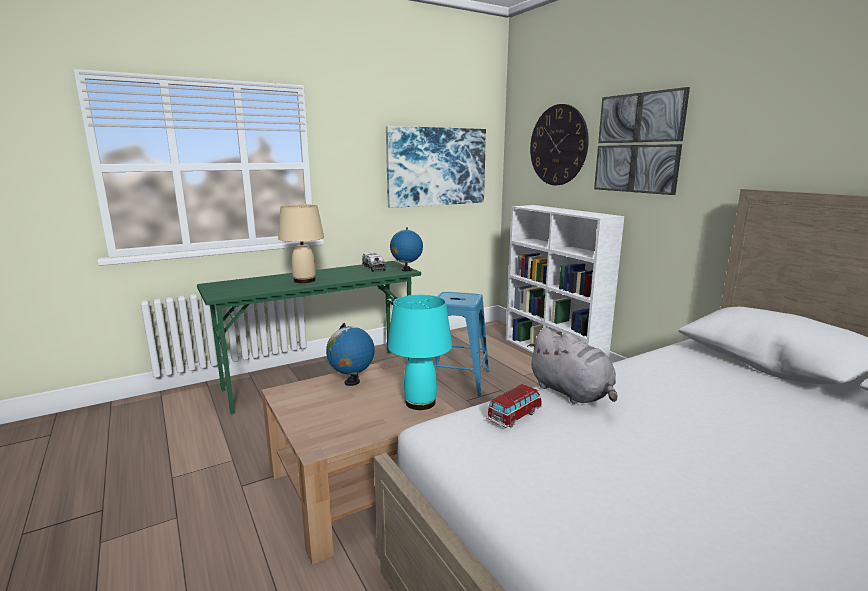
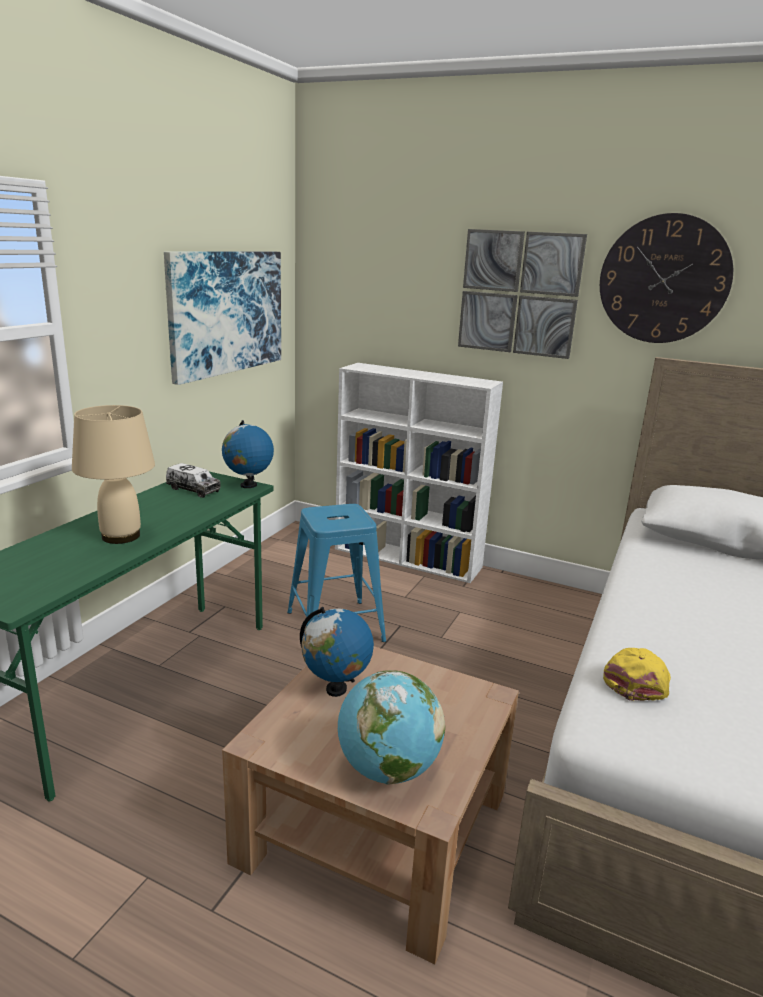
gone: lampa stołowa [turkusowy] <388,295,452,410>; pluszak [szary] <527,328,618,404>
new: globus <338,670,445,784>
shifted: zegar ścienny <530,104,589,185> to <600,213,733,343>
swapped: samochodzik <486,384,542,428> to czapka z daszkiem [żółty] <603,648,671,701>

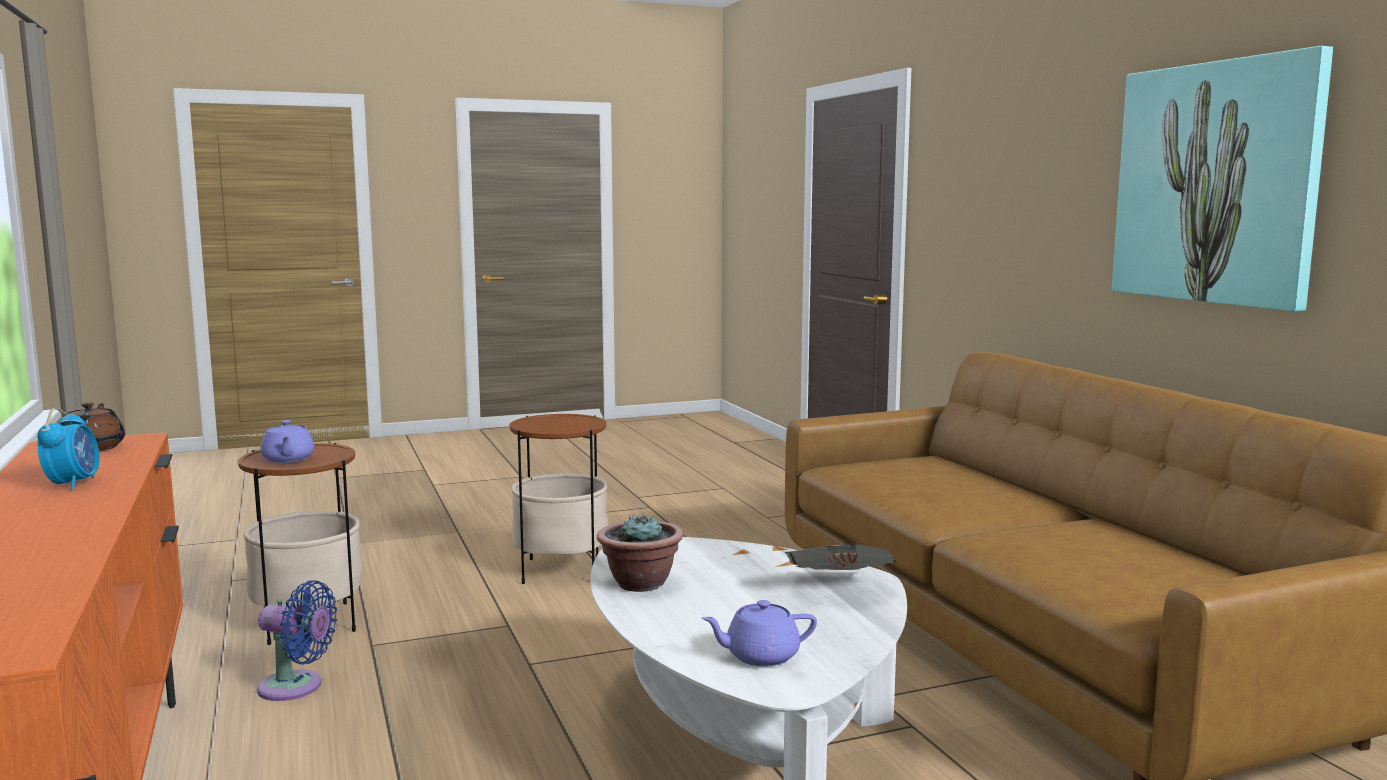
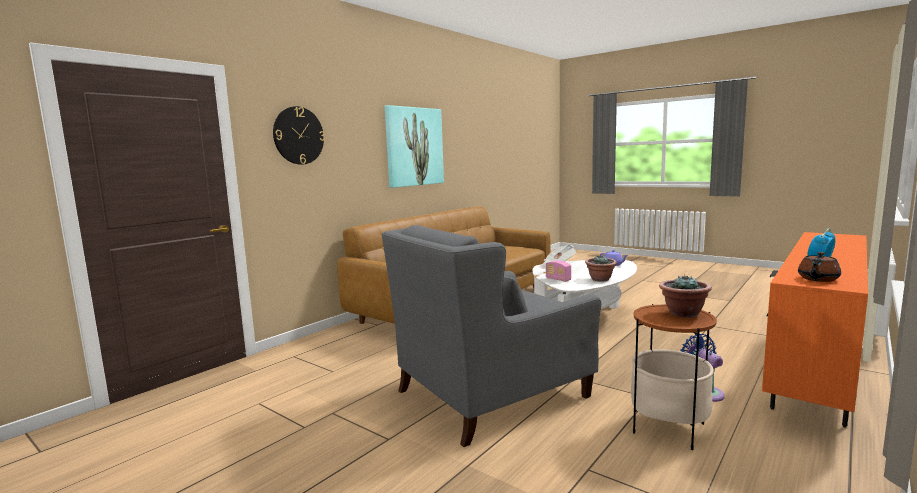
new: zegar ścienny <273,106,325,165>; radio <546,260,571,282>
swapped: imbryk [fioletowy] <260,420,314,463> to roślina doniczkowa <659,274,712,317>; stolik <509,414,609,584> to fotel [szary] <382,225,601,447>

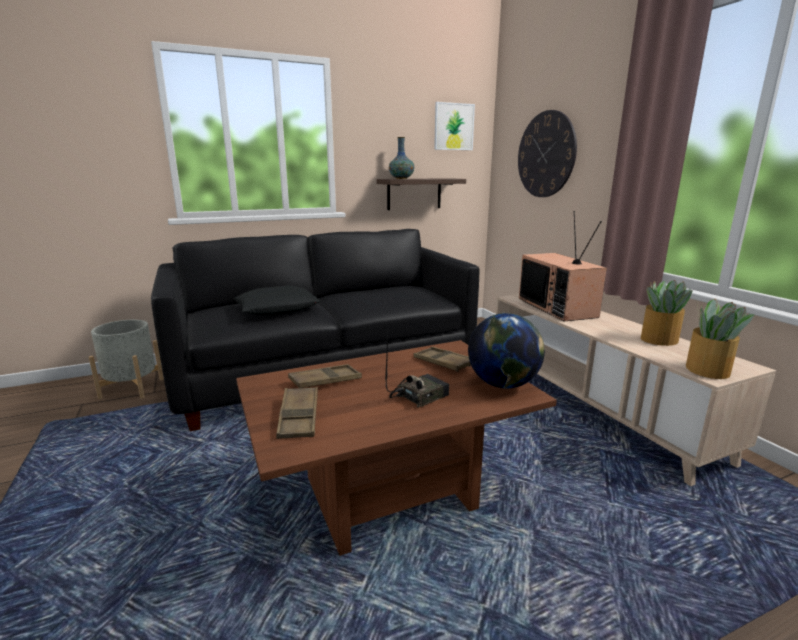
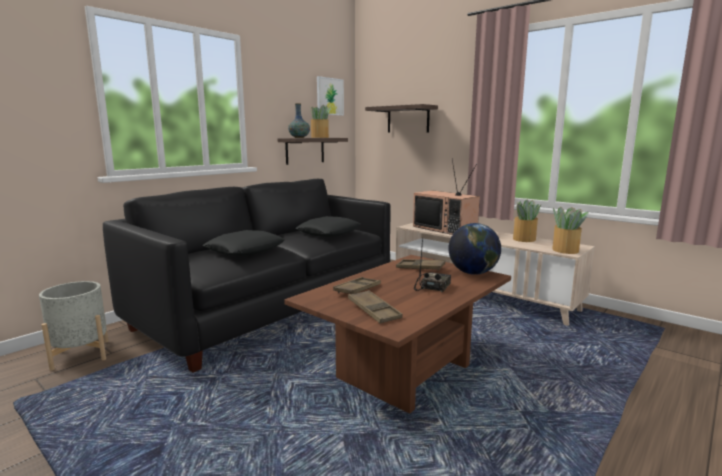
new: poduszka [czarny] <295,216,361,237>; roślina doniczkowa <309,105,331,138>
swapped: zegar ścienny <518,110,577,197> to półka <365,104,438,133>

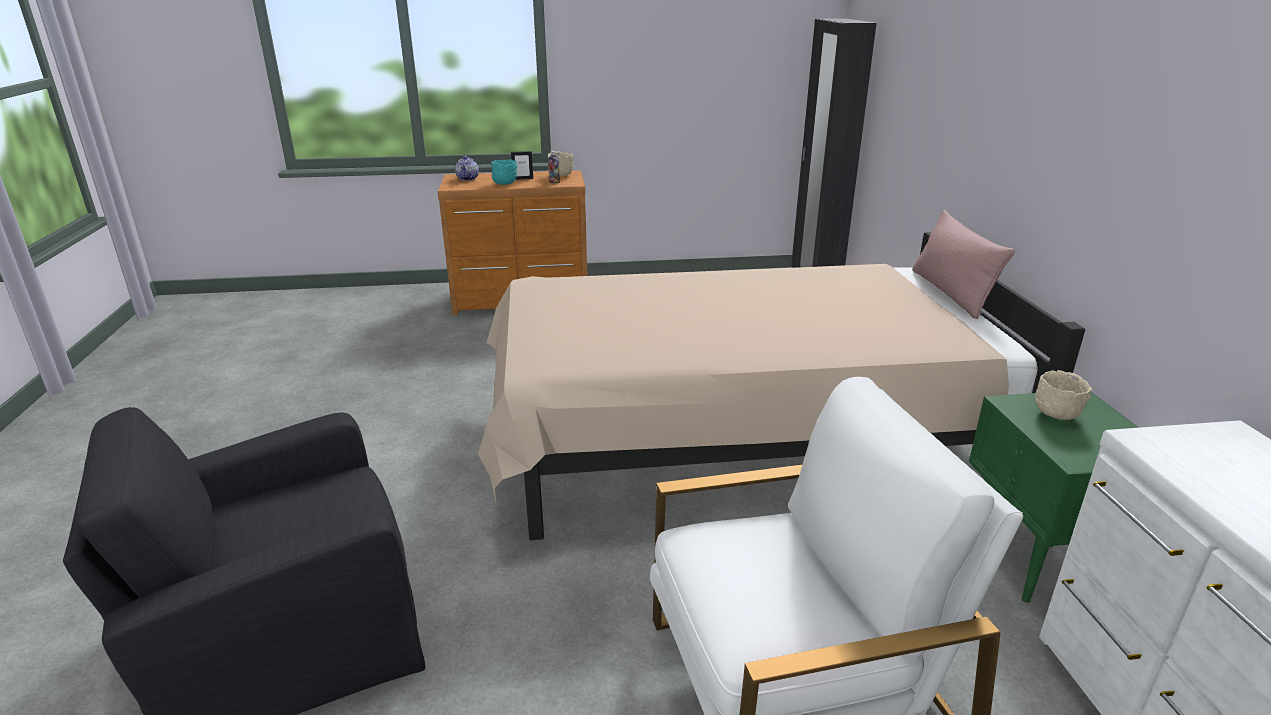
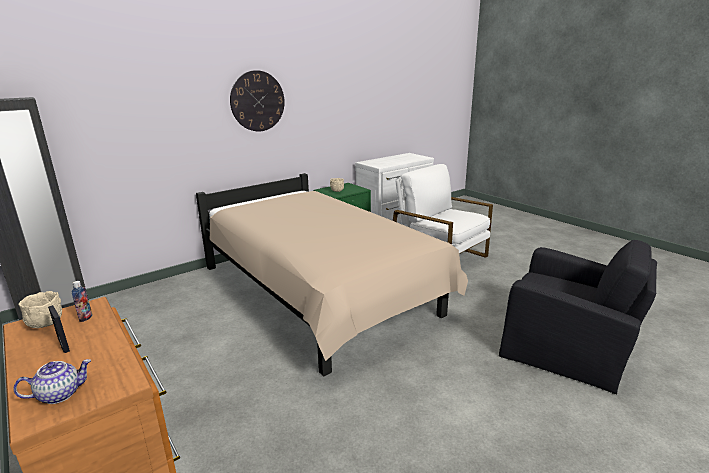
gone: miska [turkusowy] <491,159,517,185>; poduszka [różowy] <912,210,1015,319>
new: zegar ścienny <230,70,285,131>

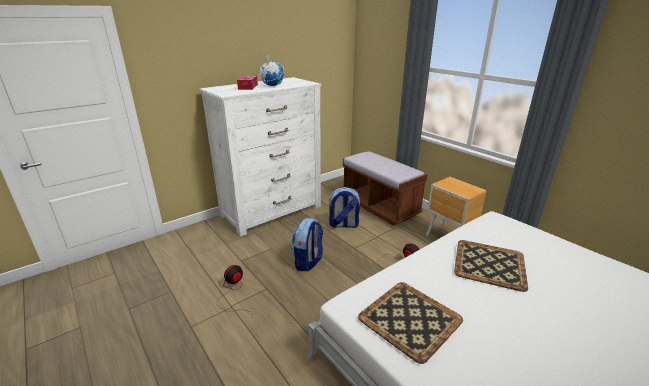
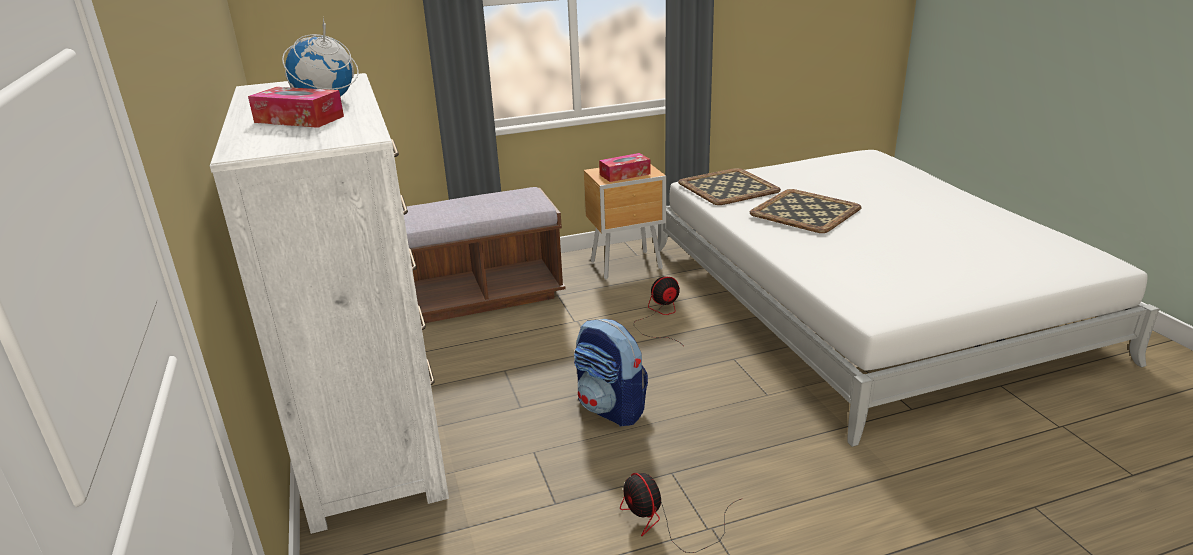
gone: plecak <329,187,360,228>
new: pudełko chusteczek <599,153,651,182>
shifted: taca <358,282,463,364> to <678,168,781,205>

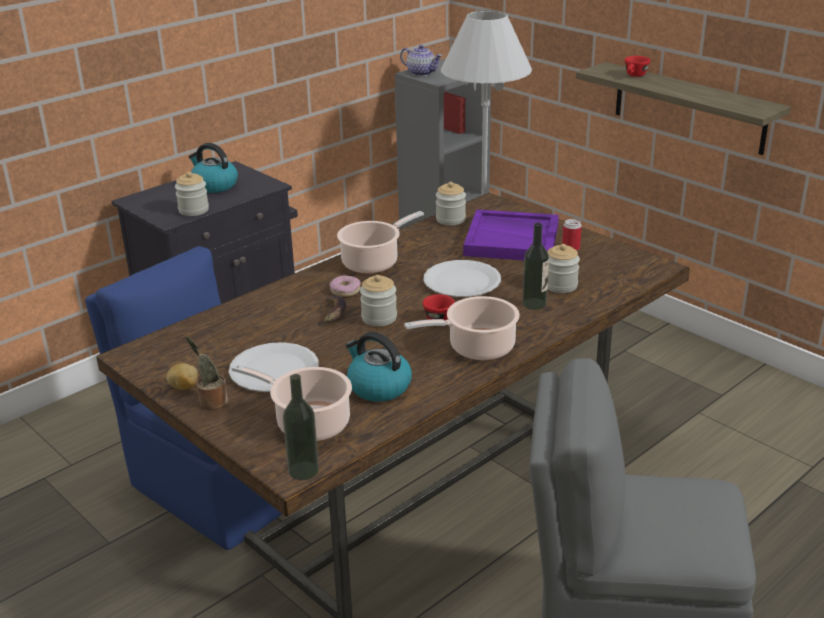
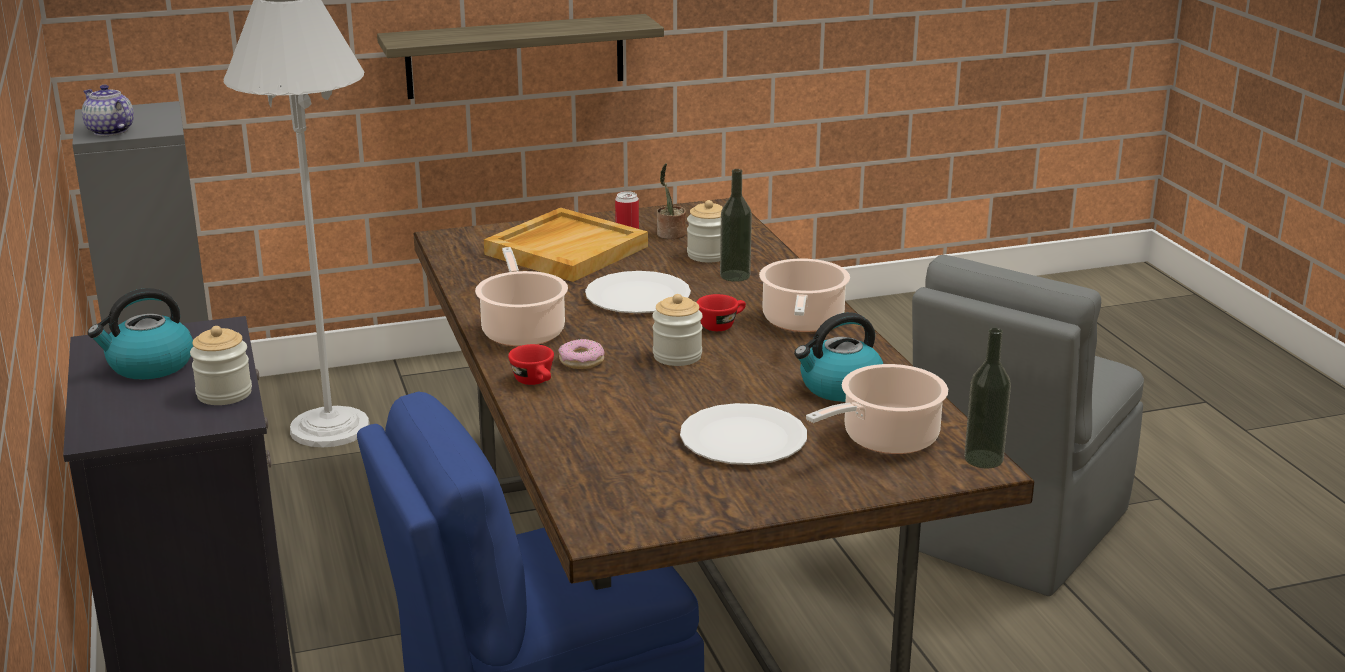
gone: ziemniak <167,363,198,390>; banan <314,295,346,326>; słoik <436,182,466,225>
shifted: roślina doniczkowa <185,337,228,410> to <657,163,686,239>; filiżanka [czerwony] <625,56,650,77> to <508,344,554,385>
repainted: taca [fioletowy] <463,209,559,260> to taca [beżowy] <484,208,648,282>
rotated: imbryk <400,45,442,76> = <82,85,134,136> 105 degrees counterclockwise

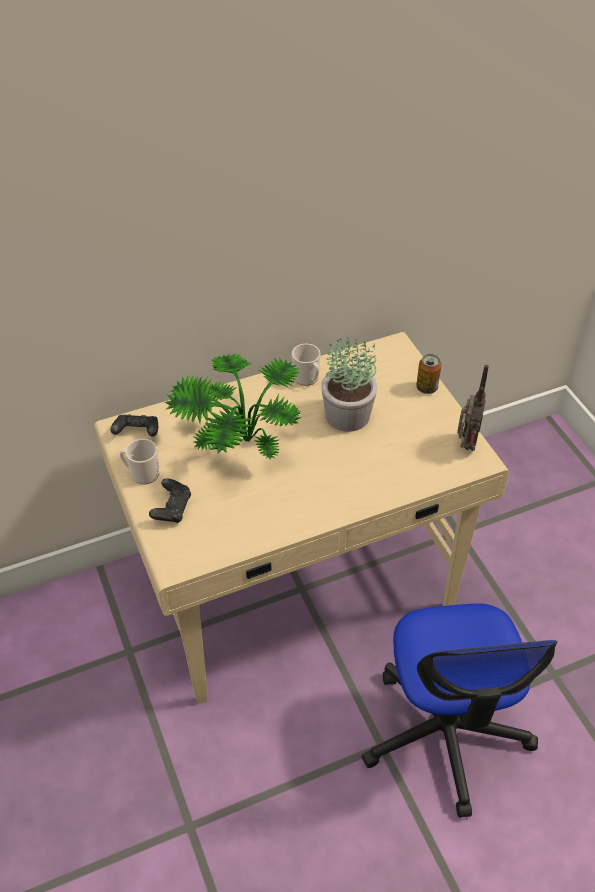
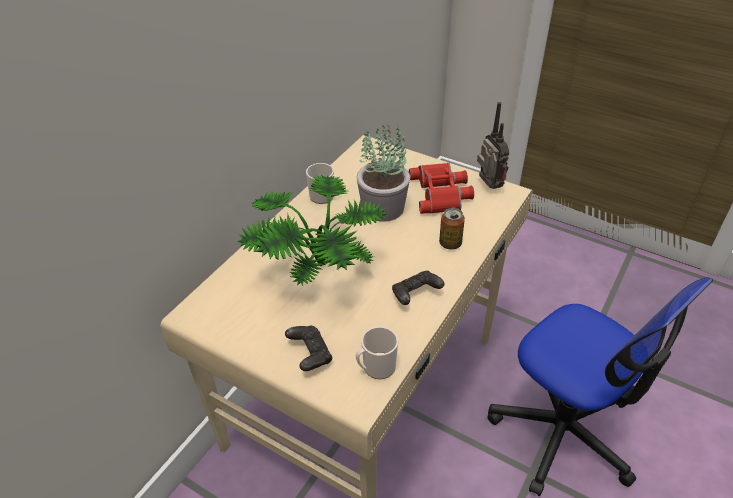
new: lornetka [czerwony] <409,163,474,214>
shifted: pad do gier [czarny] <111,414,158,437> to <392,271,444,305>; kubek <120,439,160,484> to <356,326,398,379>; puszka <416,354,441,394> to <439,208,465,250>

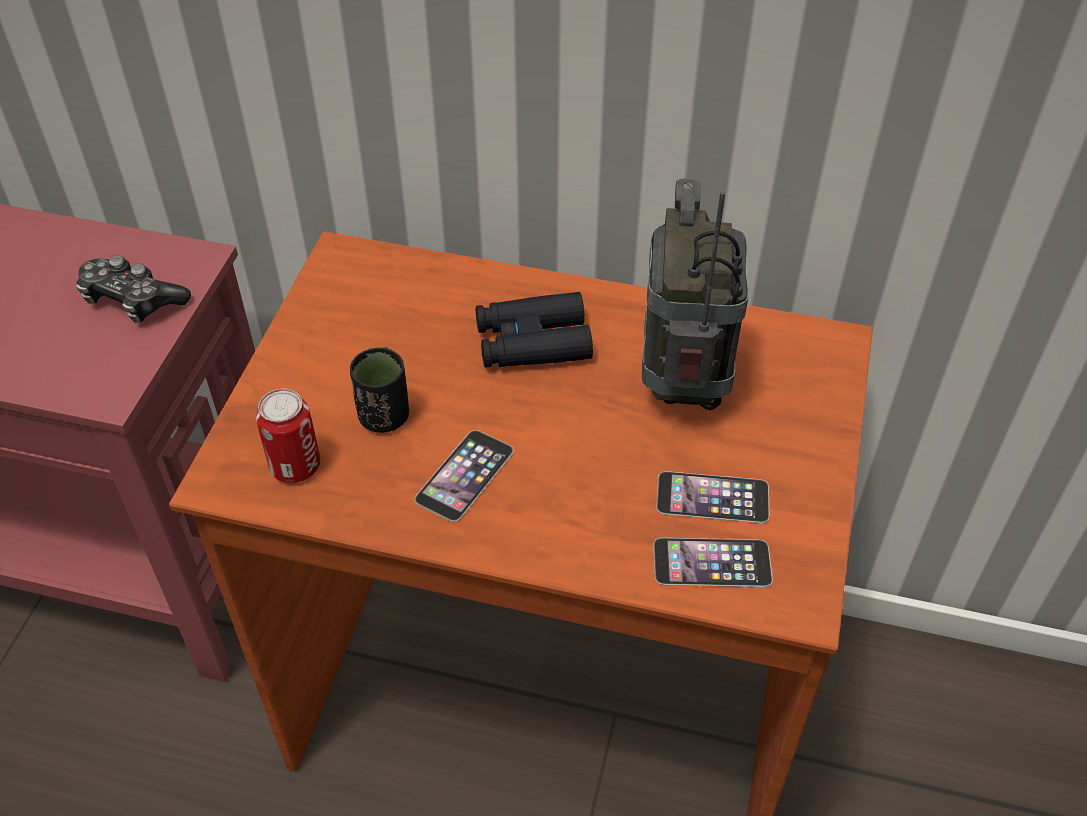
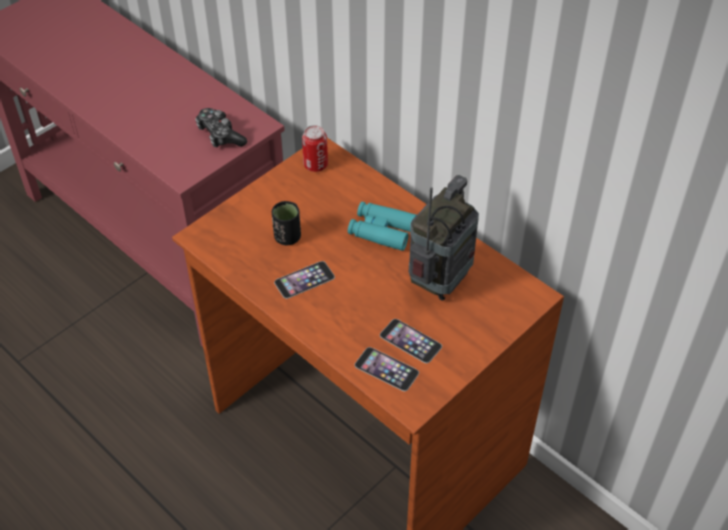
shifted: puszka <256,389,321,483> to <302,125,328,172>
repainted: lornetka [czarny] <476,292,593,368> to lornetka [turkusowy] <348,201,417,251>

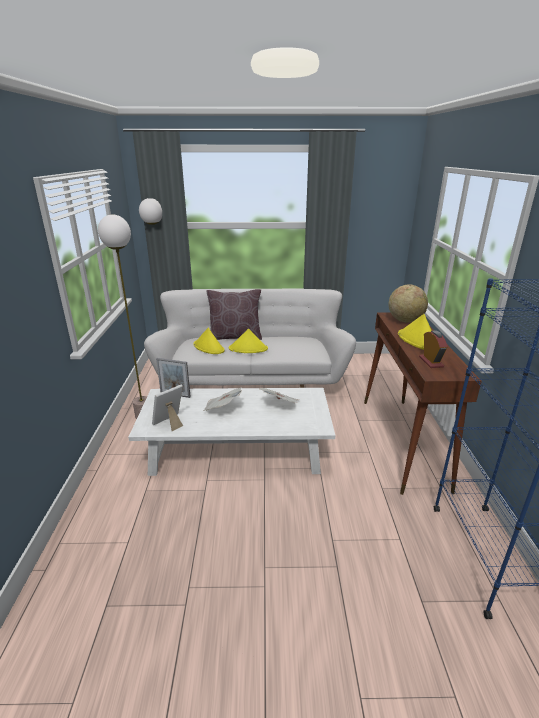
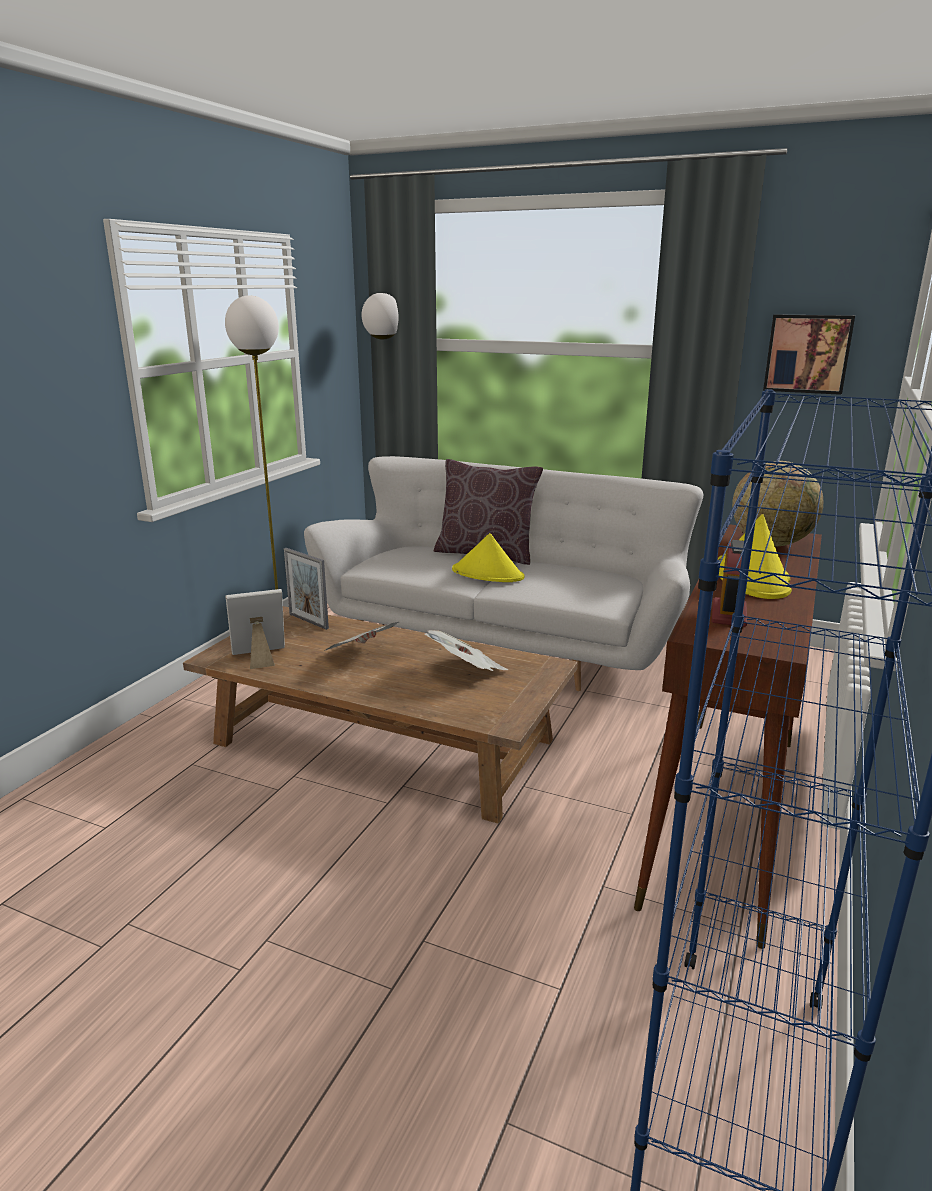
gone: kapelusz [żółty] <193,328,225,354>
new: obraz <763,314,855,395>
repainted: ława [biały] <128,388,335,476> to ława [brązowy] <183,606,577,824>

